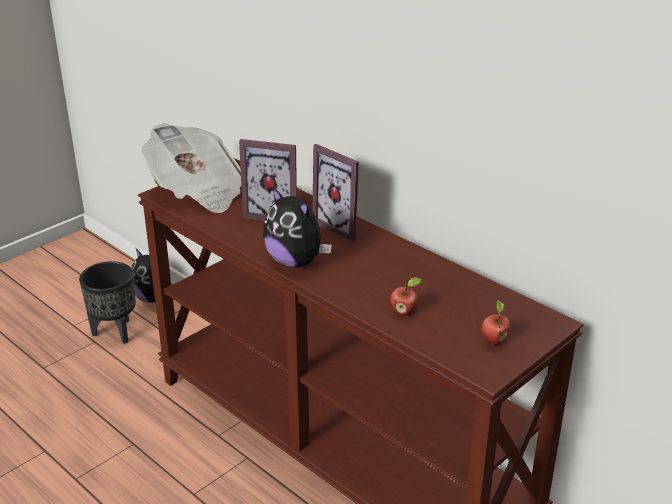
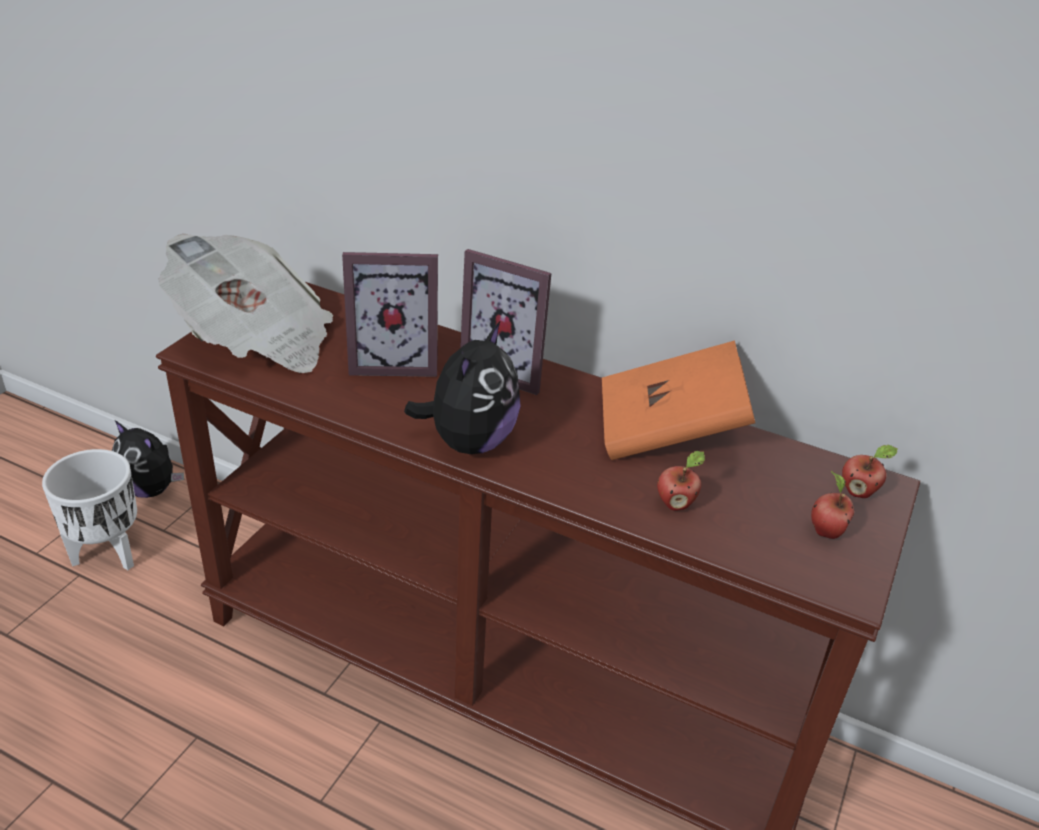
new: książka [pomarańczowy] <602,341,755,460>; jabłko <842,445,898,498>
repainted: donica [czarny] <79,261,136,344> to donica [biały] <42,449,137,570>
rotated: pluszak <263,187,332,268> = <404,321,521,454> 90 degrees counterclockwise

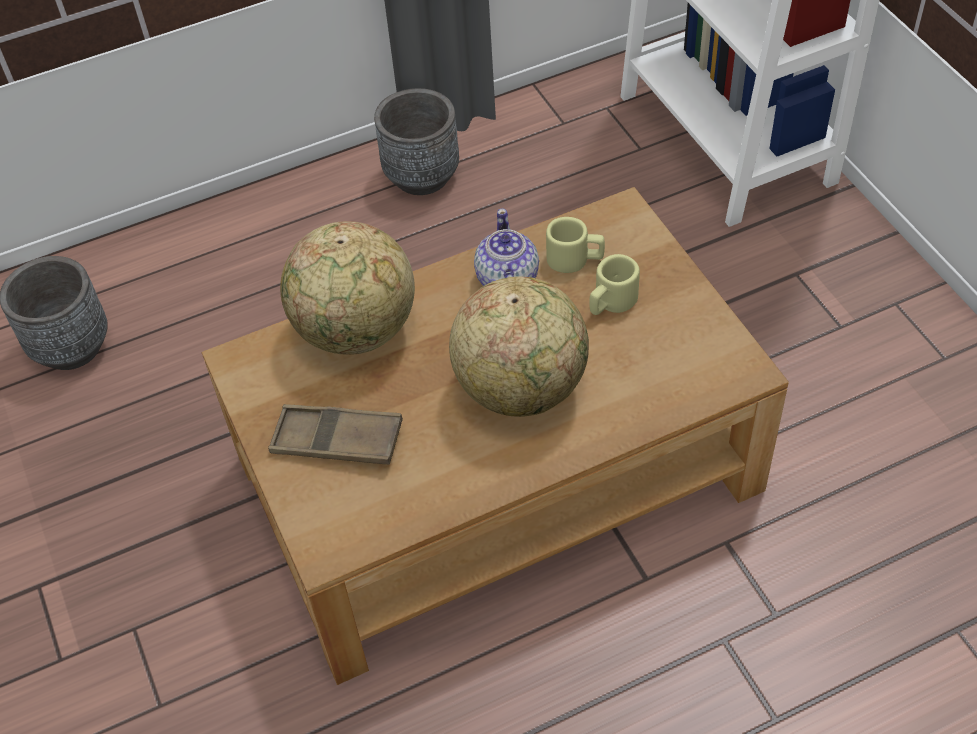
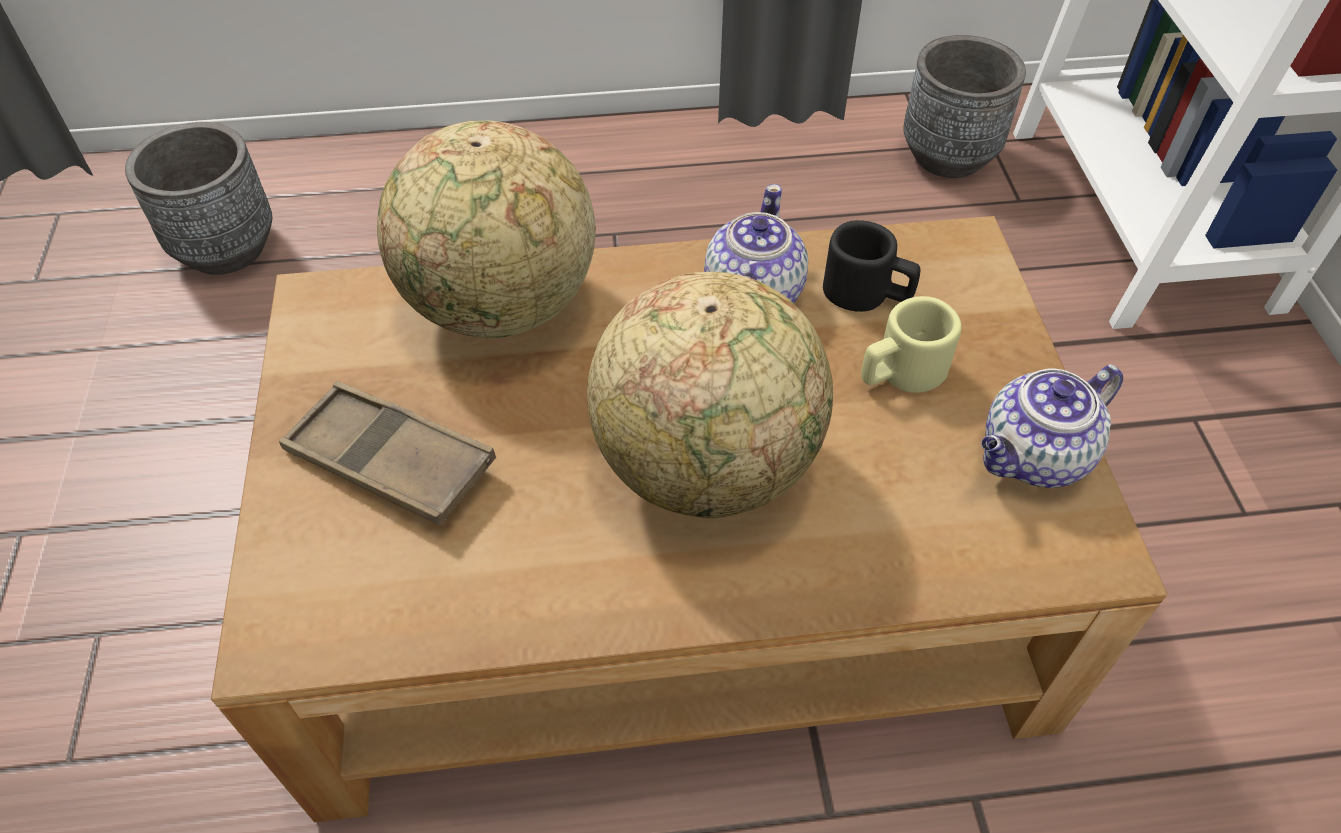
new: imbryk <981,364,1123,488>
shifted: donica [szary] <374,88,459,195> to <903,35,1026,178>
repainted: kubek [beżowy] <546,217,605,273> to kubek [czarny] <823,220,920,312>

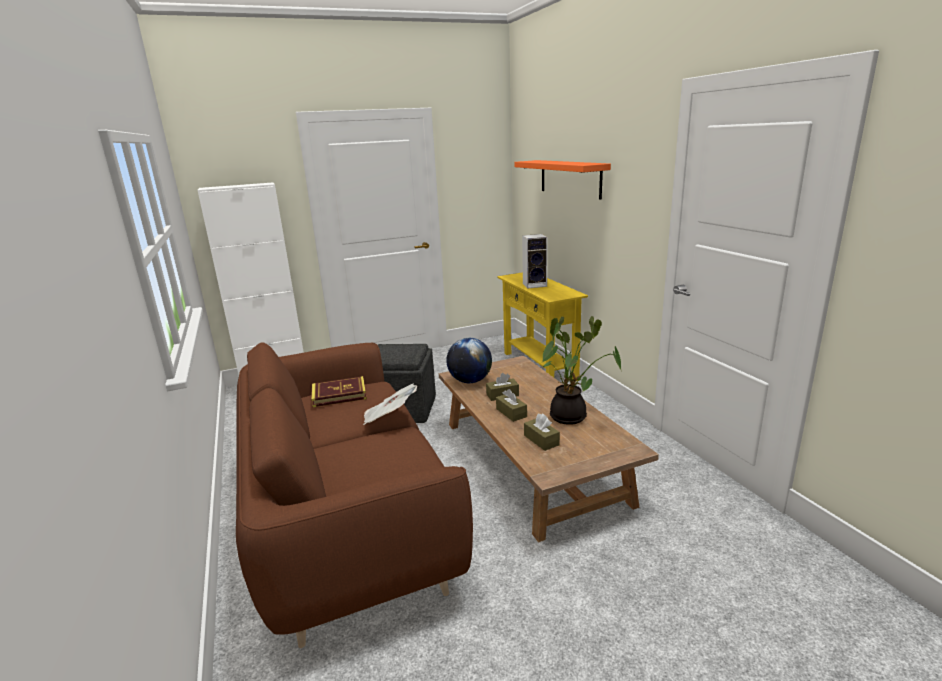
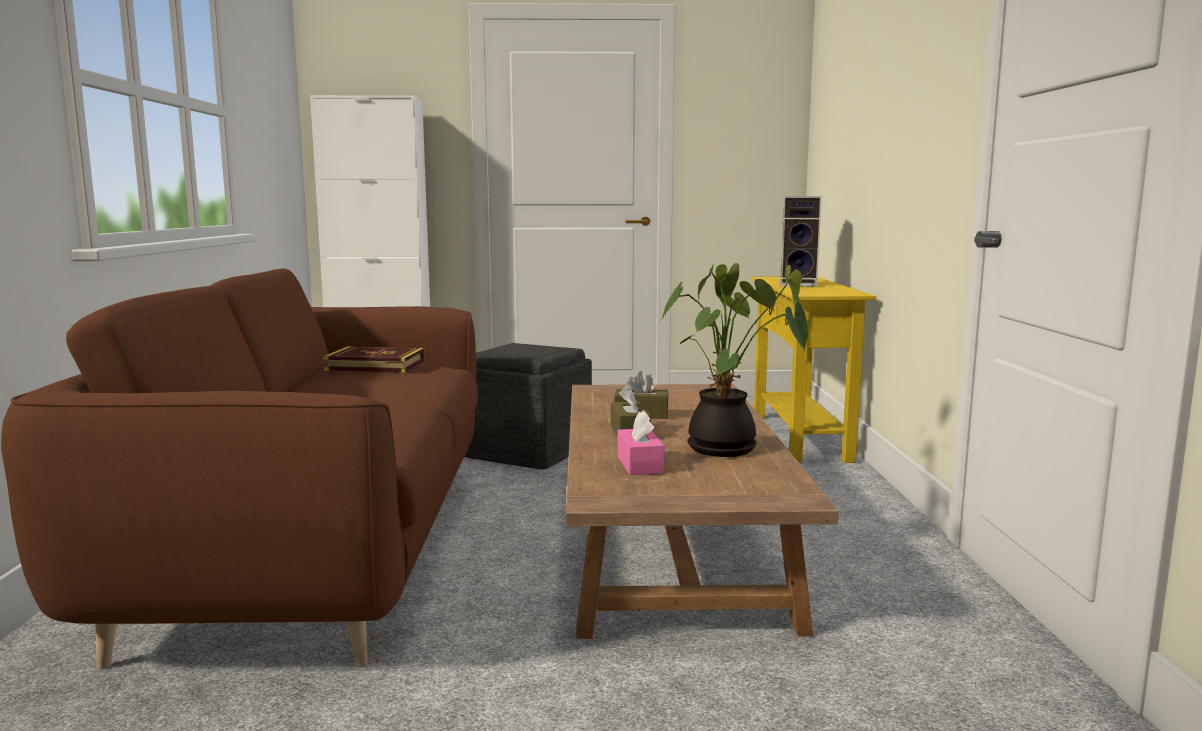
gone: gazeta <363,383,417,425>; globus <446,338,492,383>; półka [pomarańczowy] <514,160,611,200>
repainted: pudełko chusteczek [brązowy] <524,414,560,451> to pudełko chusteczek [różowy] <617,411,665,475>

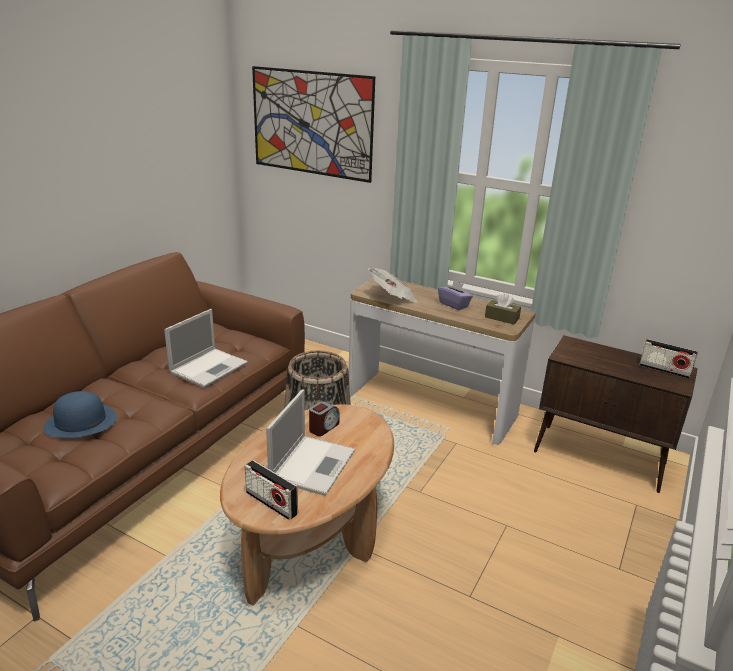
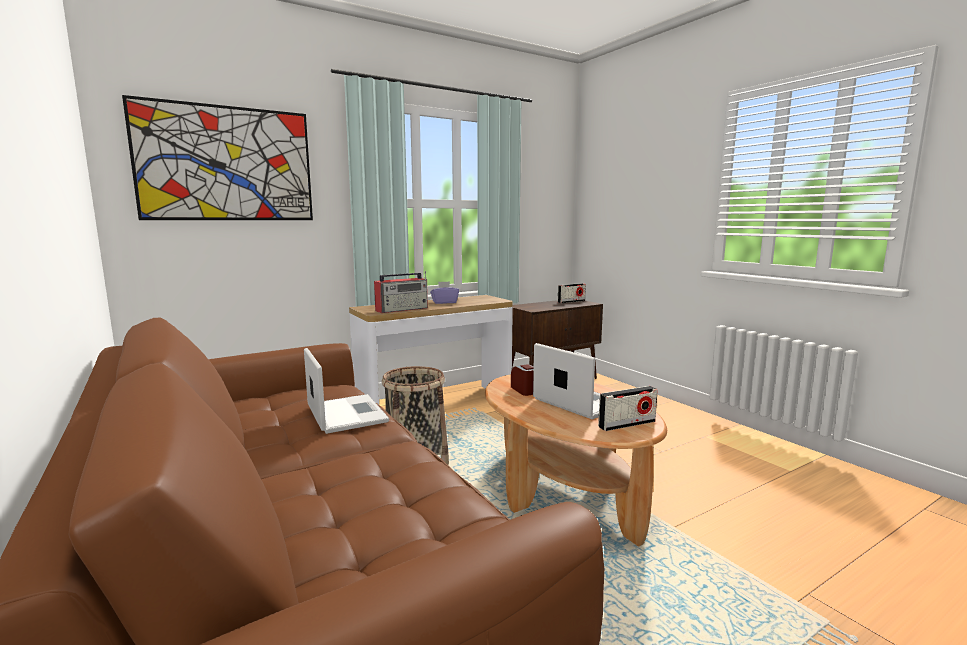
gone: kapelusz [niebieski] <44,391,117,438>; pudełko chusteczek [brązowy] <485,293,521,324>
swapped: gazeta <368,268,417,302> to radio <374,271,428,313>

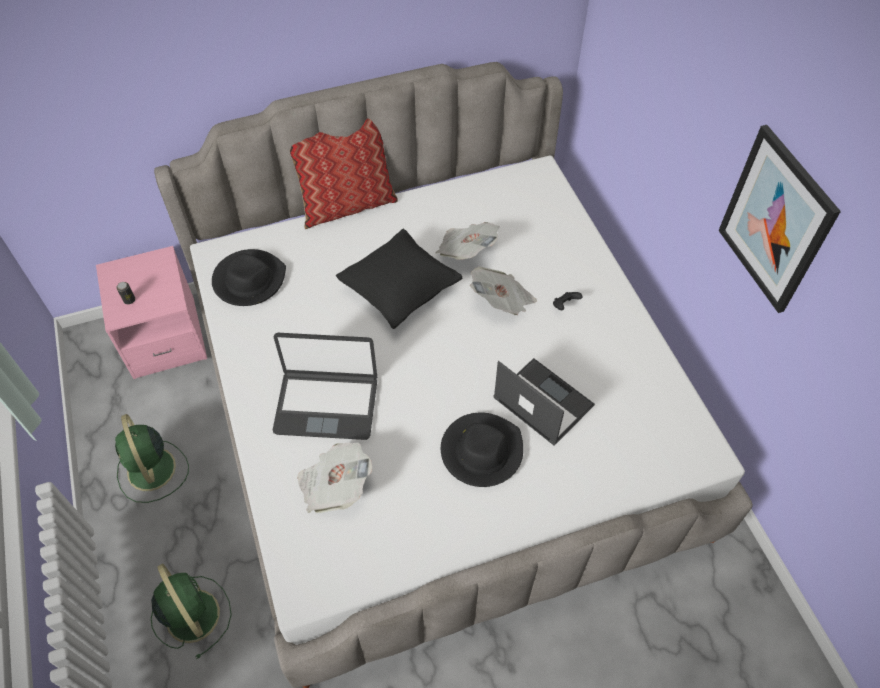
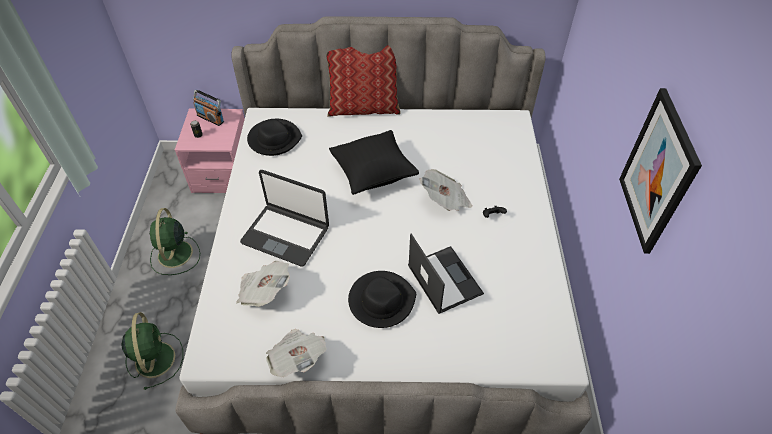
new: radio <193,90,224,126>
shifted: gazeta <436,222,500,260> to <266,329,327,377>

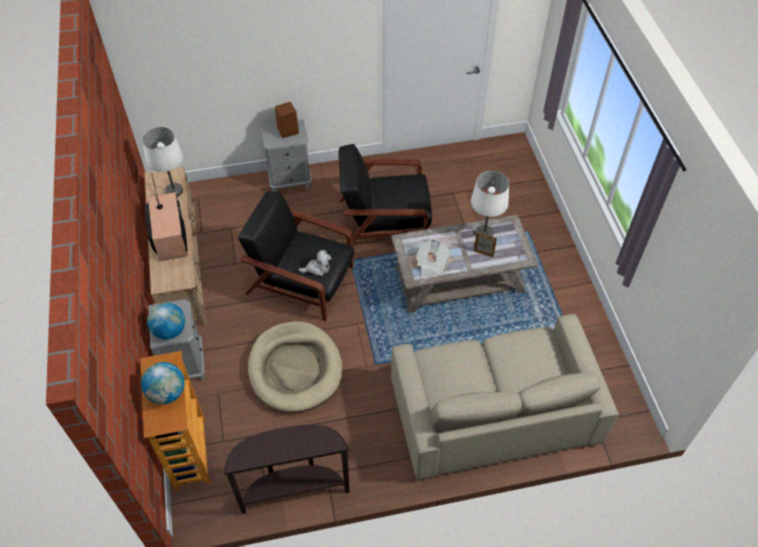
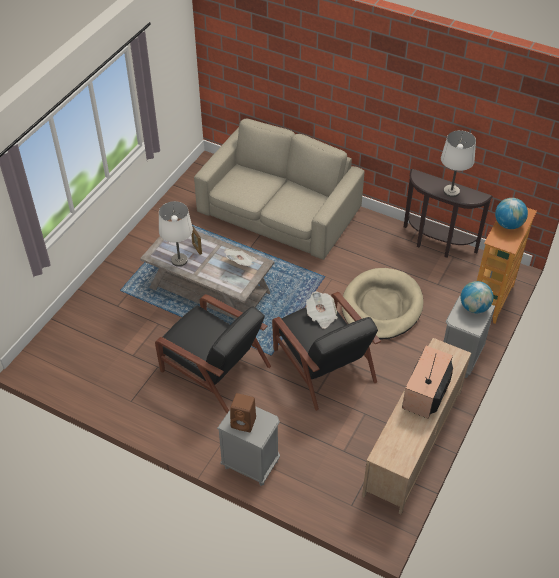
shifted: lampa stołowa [biały] <142,127,183,197> to <441,130,476,197>
swapped: pluszak <298,250,331,276> to gazeta <306,291,338,329>

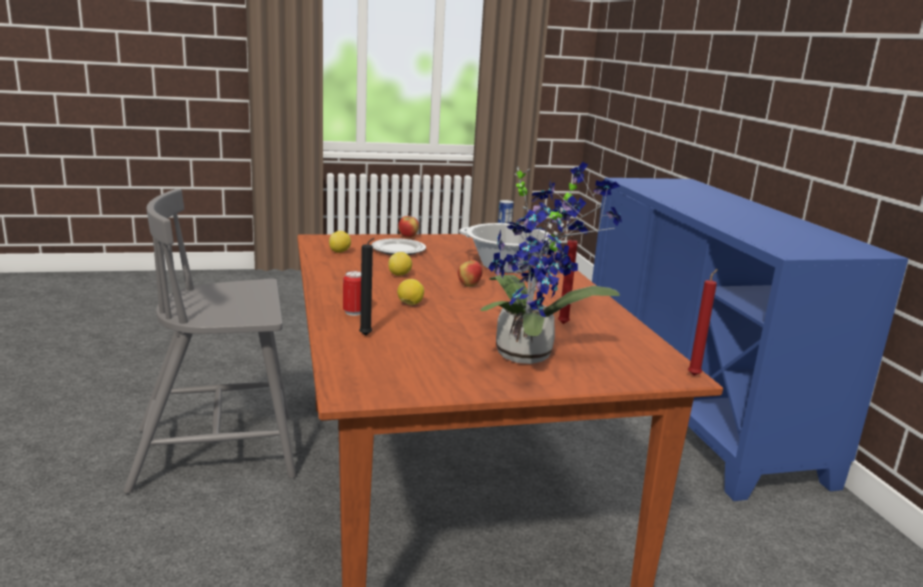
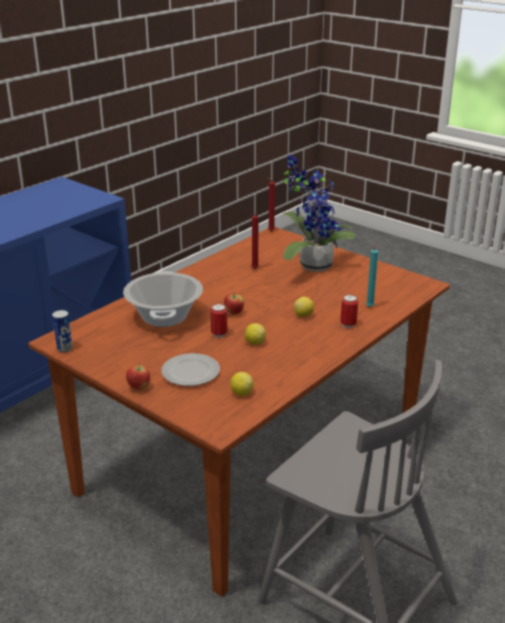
new: puszka <210,304,227,338>
repainted: świeca [czarny] <359,238,374,336> to świeca [turkusowy] <366,242,378,307>

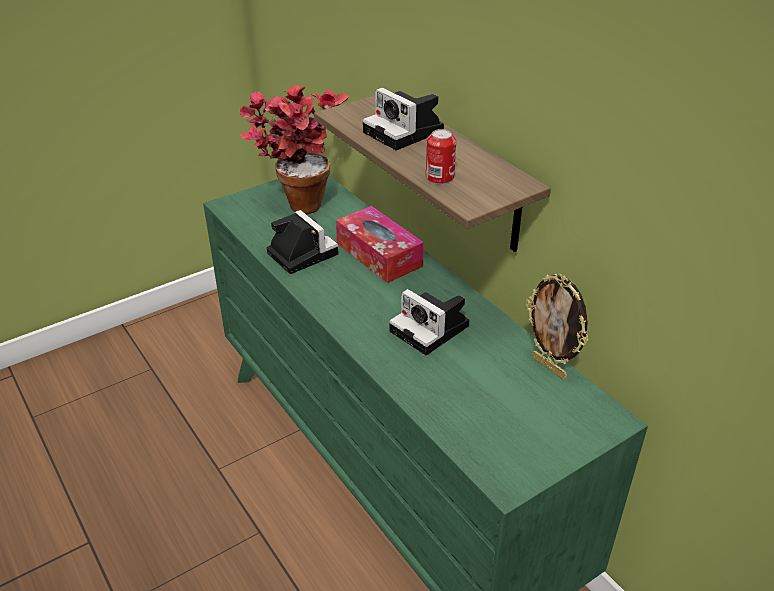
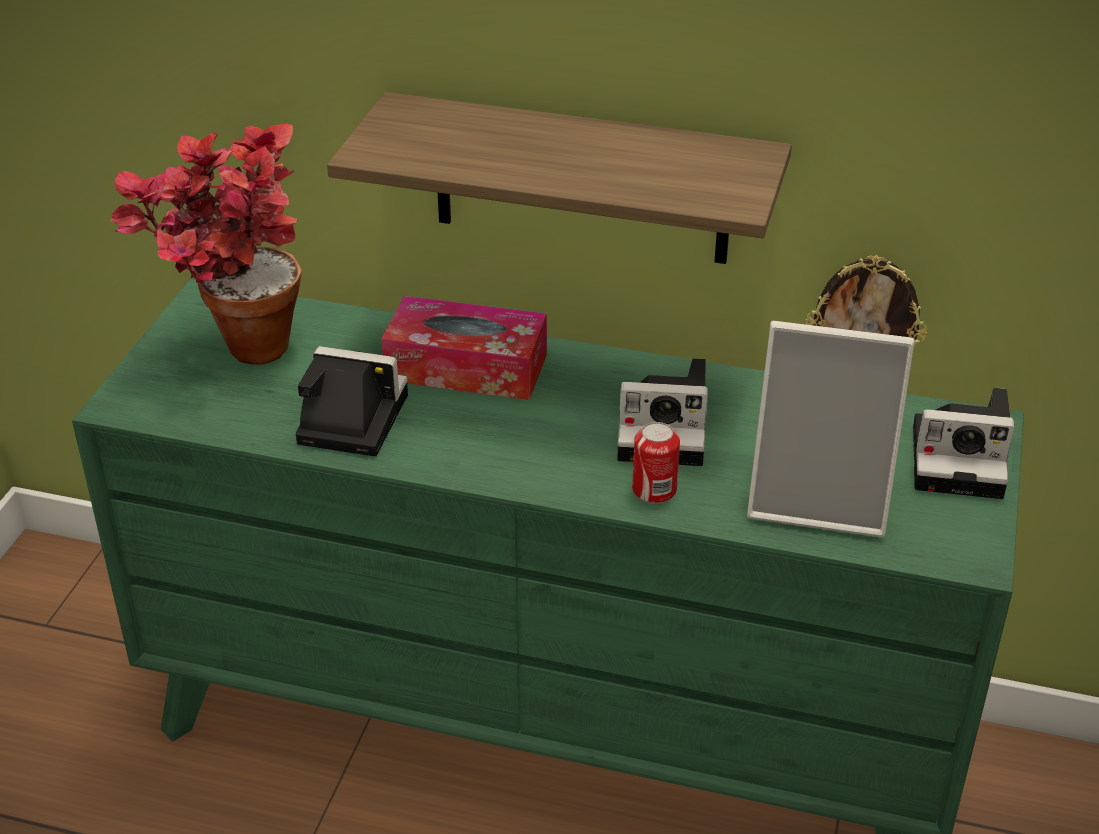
new: ramka na zdjęcie <747,321,915,538>
shifted: aparat fotograficzny <363,88,444,150> to <913,388,1015,499>; puszka <426,129,456,184> to <632,422,680,504>

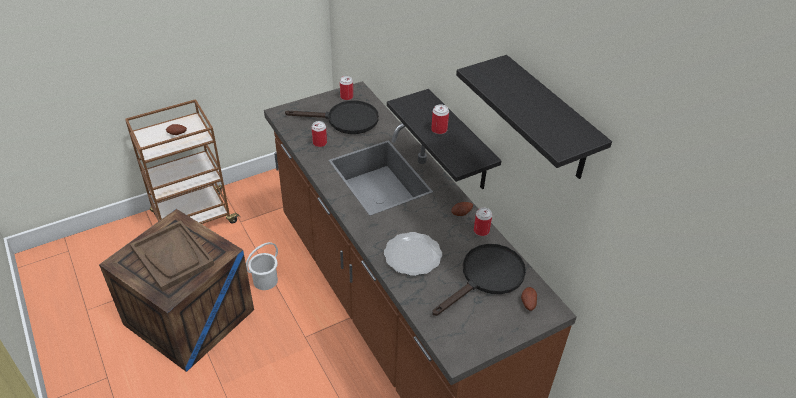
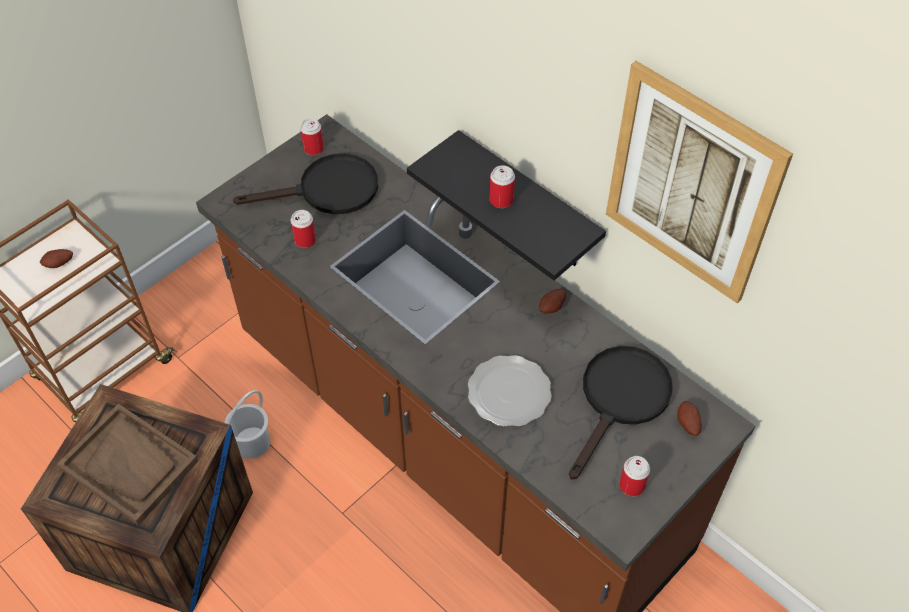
shifted: puszka <474,208,492,236> to <619,456,650,496>
swapped: półka [czarny] <456,55,612,179> to obraz <606,61,793,303>

